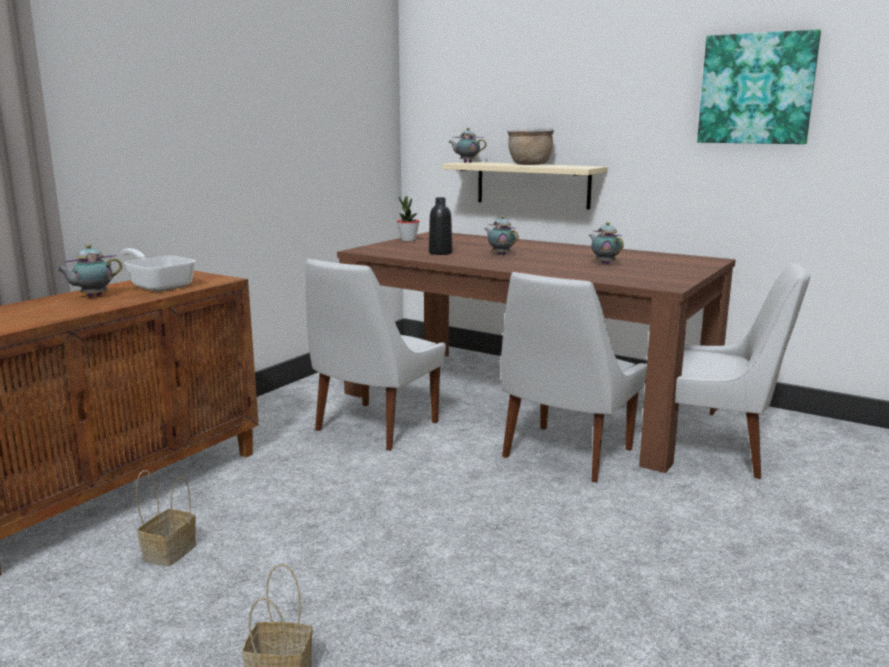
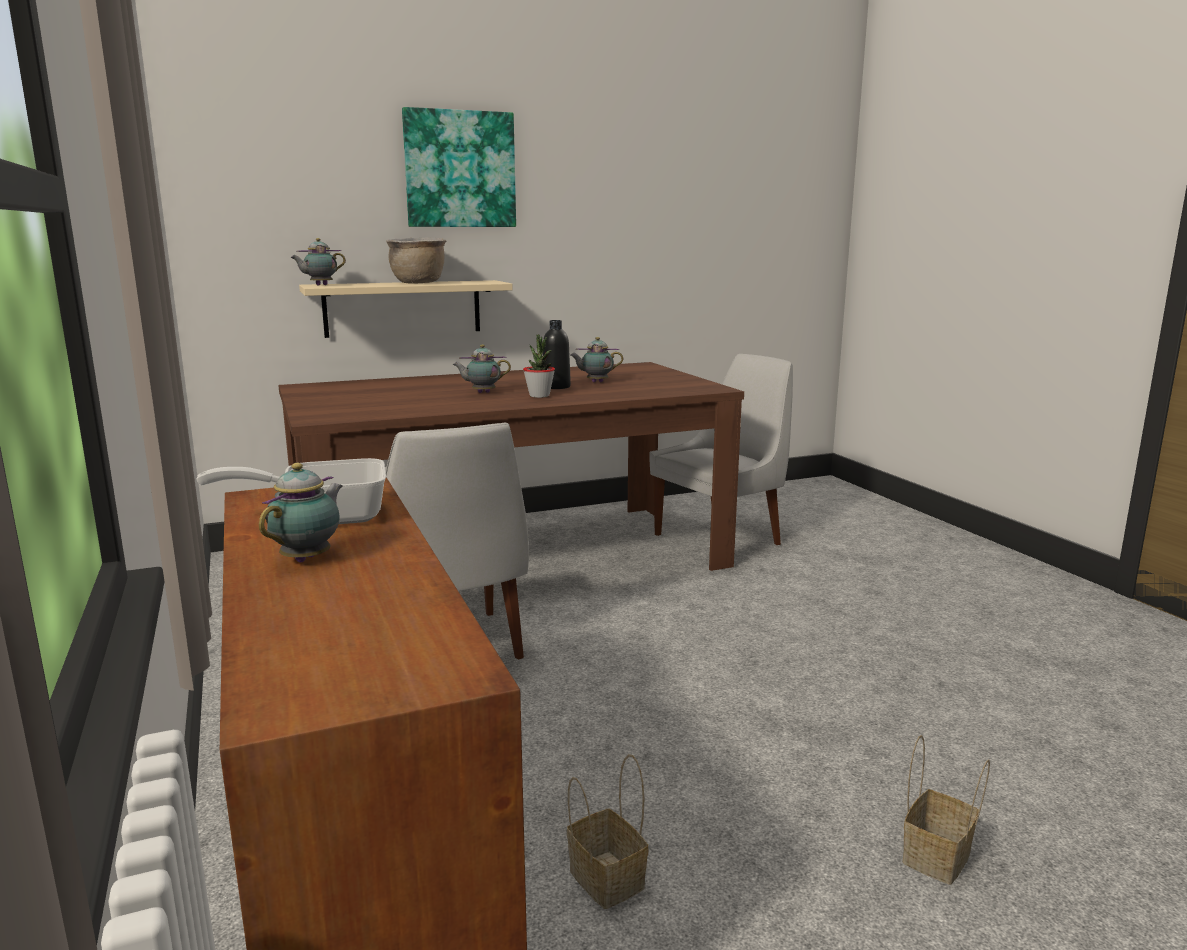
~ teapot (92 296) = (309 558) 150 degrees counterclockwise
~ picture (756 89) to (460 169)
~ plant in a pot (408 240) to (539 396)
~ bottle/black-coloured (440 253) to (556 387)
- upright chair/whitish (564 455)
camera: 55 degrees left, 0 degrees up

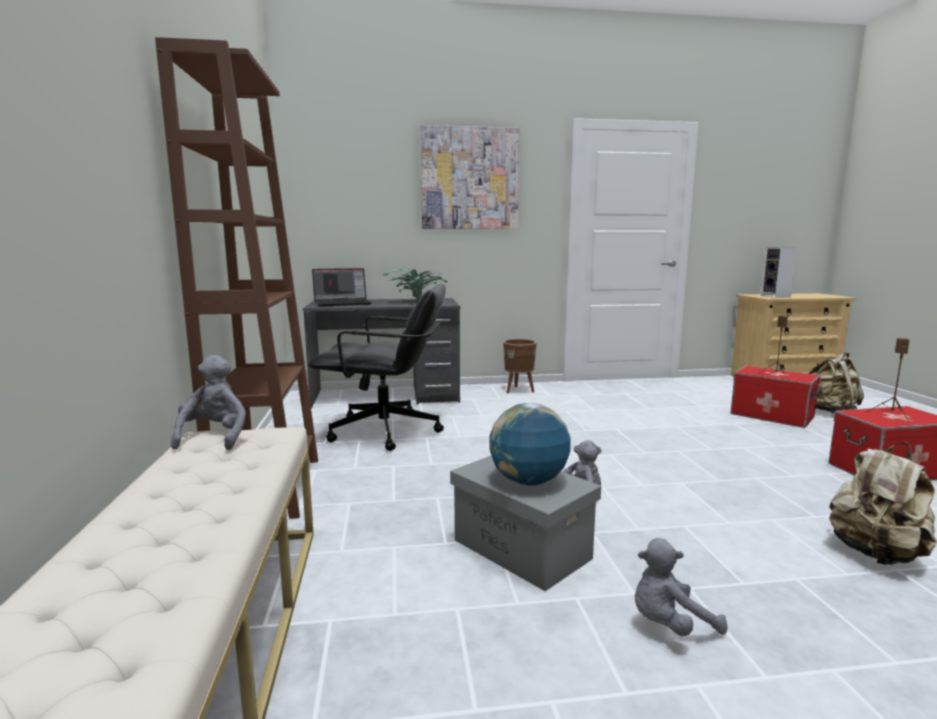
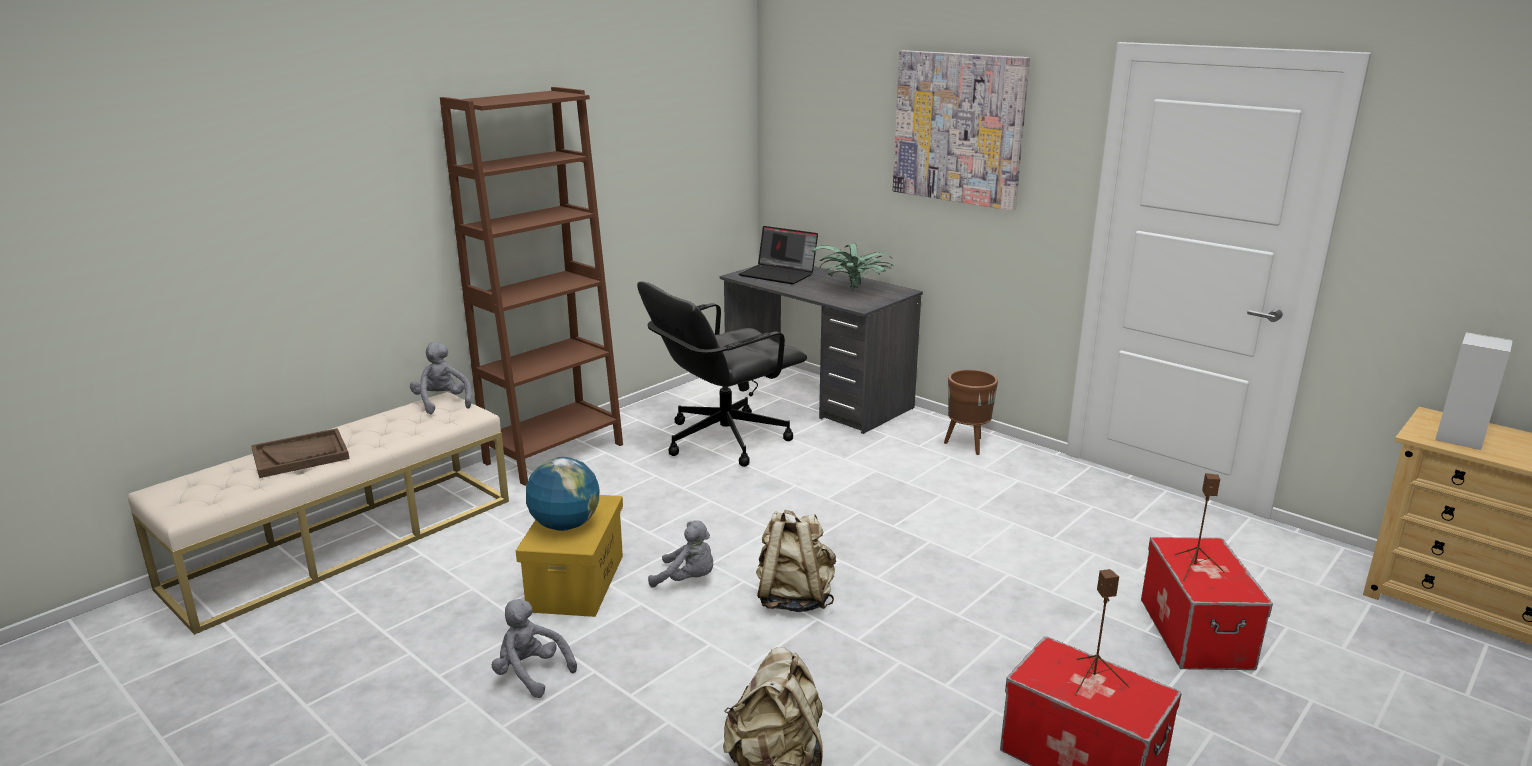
+ tray/brownish (301 455)
~ plush toy/gray (214 437) = (442 403) 75 degrees counterclockwise
~ storage bin/gray (520 548) to storage bin/yellow-coloured (576 582)
~ office chair/black-coloured (386 432) = (723 439) 90 degrees clockwise
~ backpack/beige (830 412) to (794 599)
camera: 50 degrees right, 10 degrees up

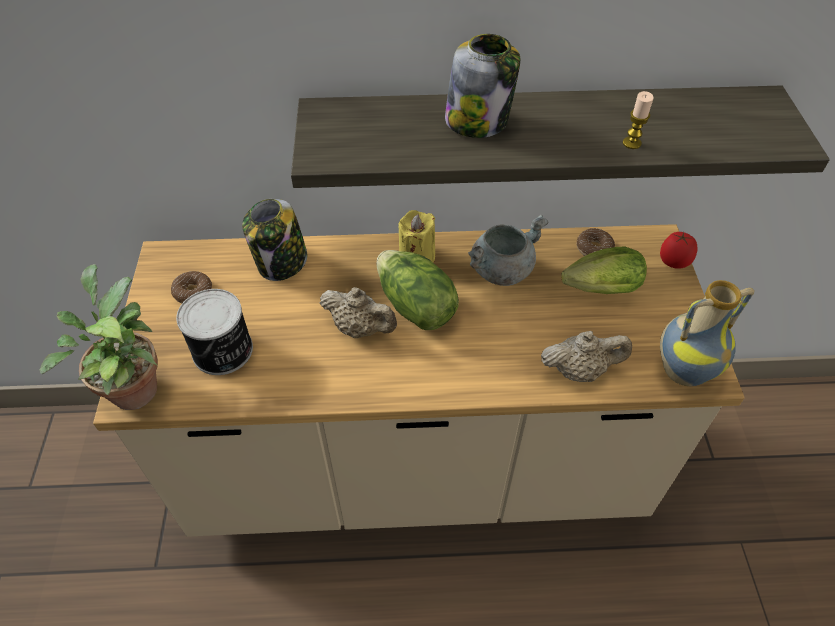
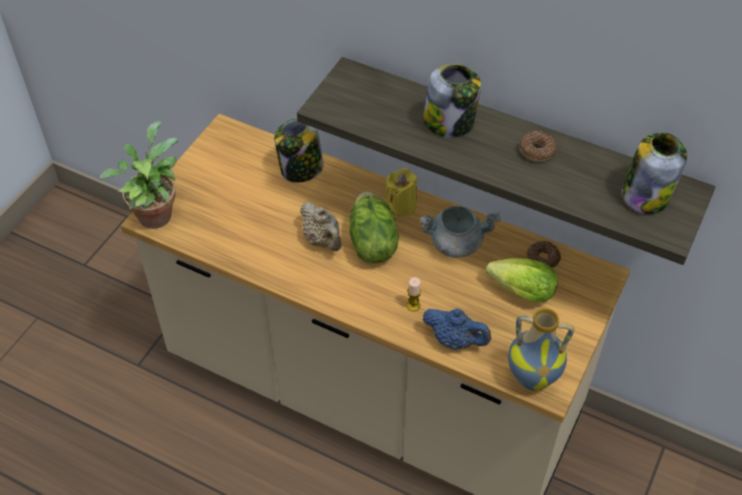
~ wax light (631 143) to (413 305)
~ teapot/beige (580 370) to teapot/bluish (455 340)
~ ring doughnut (193 292) to (537 151)
+ storage jar (645 195)
- can (223 351)
- tomato (673 263)
camera: 30 degrees right, 0 degrees up

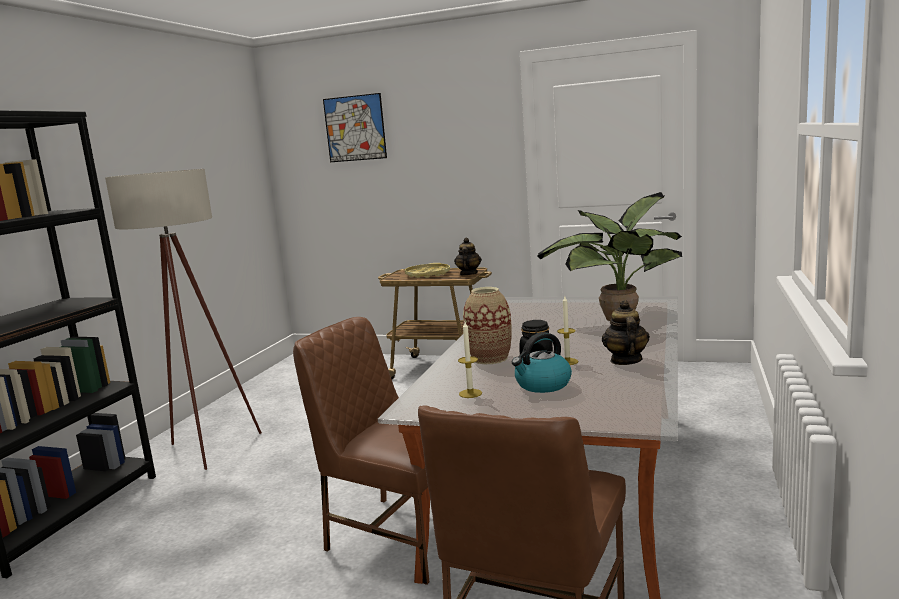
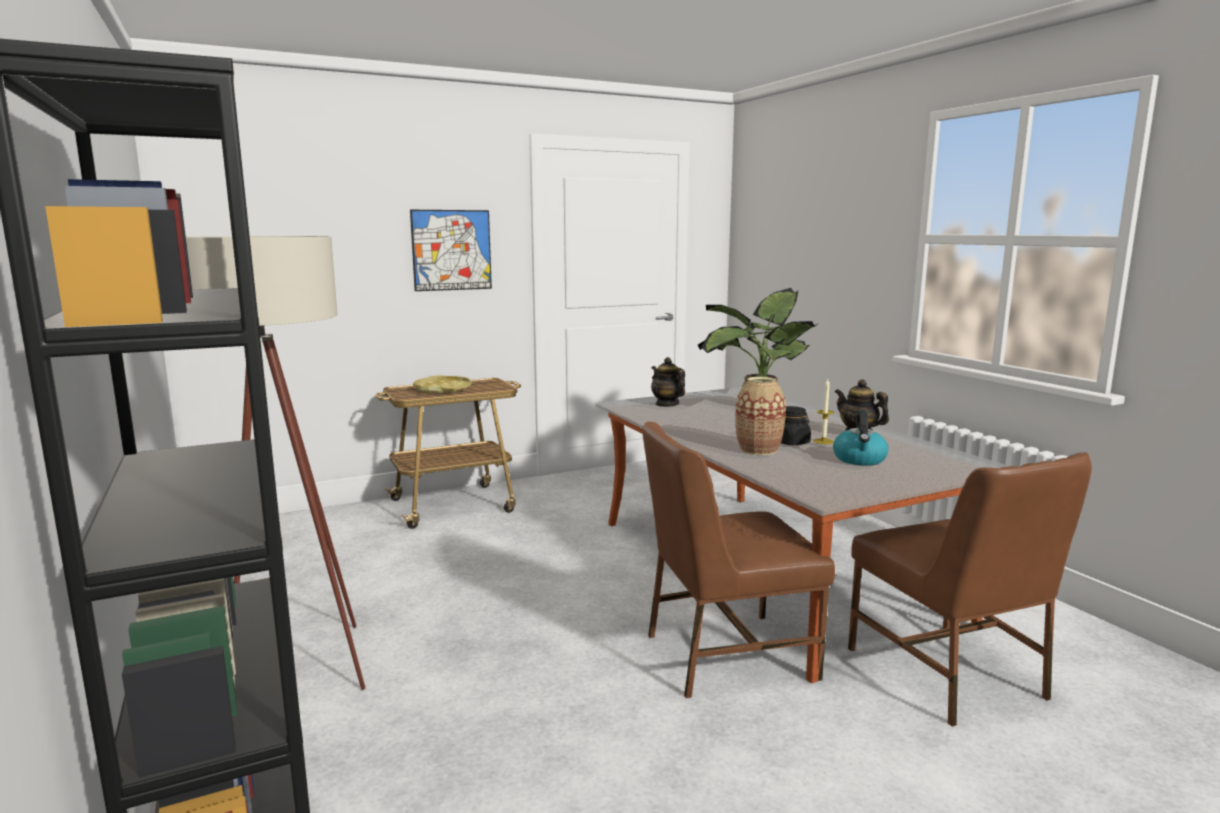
~ picture (355 128) to (451 250)
~ teapot (468 274) to (667 404)
- wax light (470 393)
camera: 45 degrees left, 0 degrees up

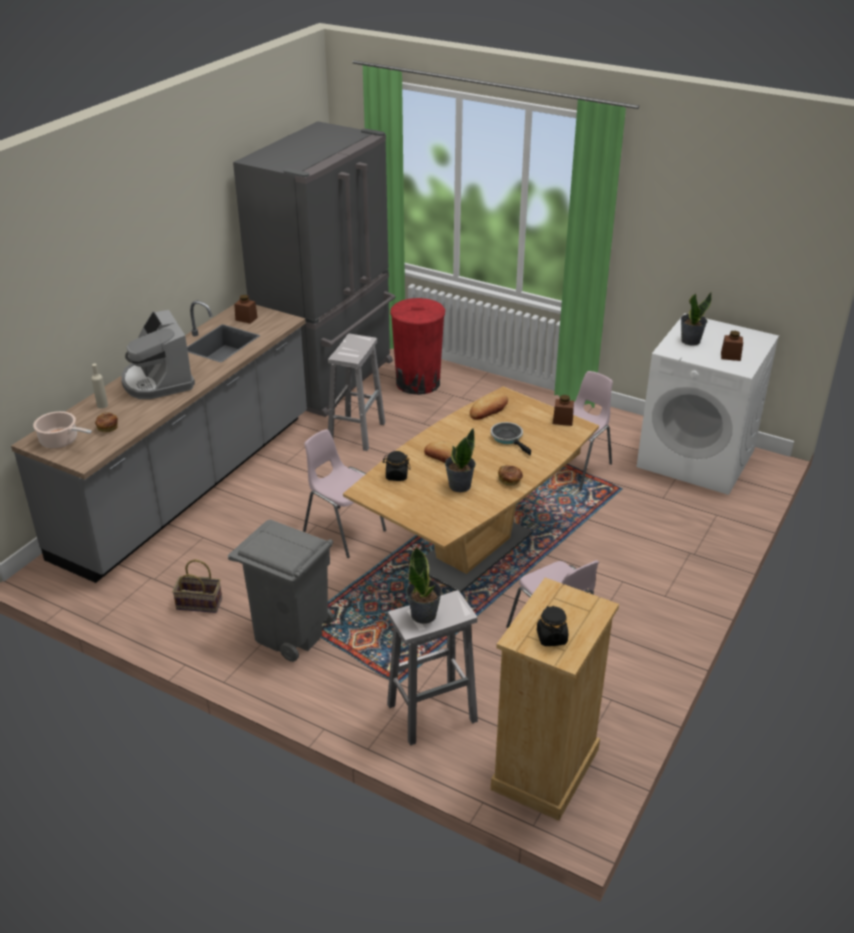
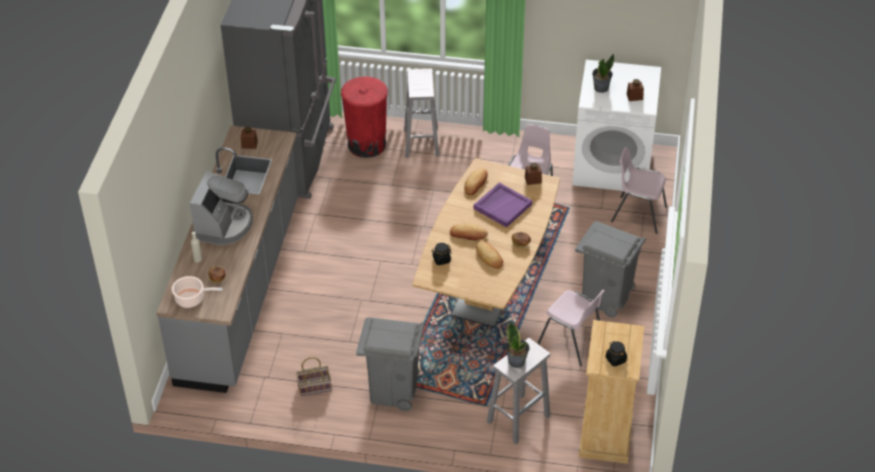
~ coffee brewer (158 381) = (223 225) 120 degrees counterclockwise
~ sitting stool/whitish (357 432) to (421 142)
~ pan (508 438) to tray/purplish (502 206)
~ plant in a pot (459 485) to bakery bread (489 256)
+ waste bin/gray (605 297)
~ upright chair/pink-coloured (343 531) to (638 214)
camera: 20 degrees left, 10 degrees up

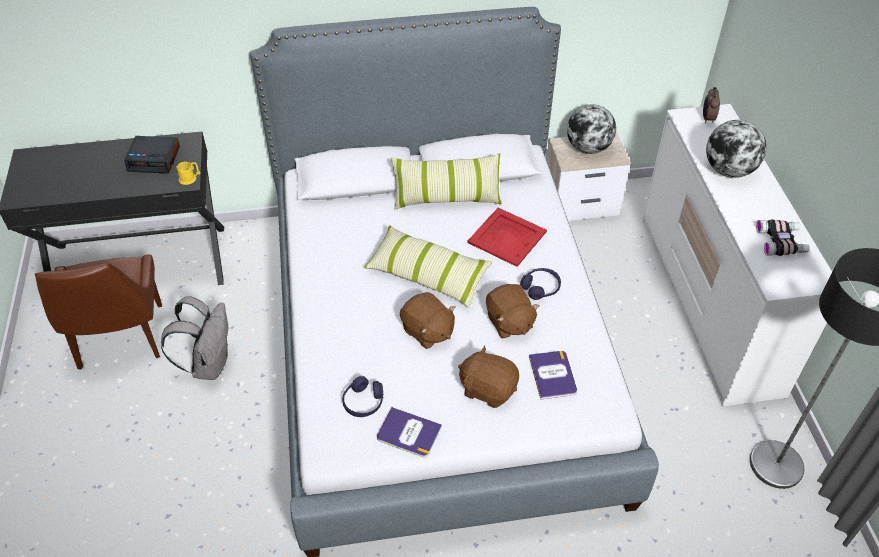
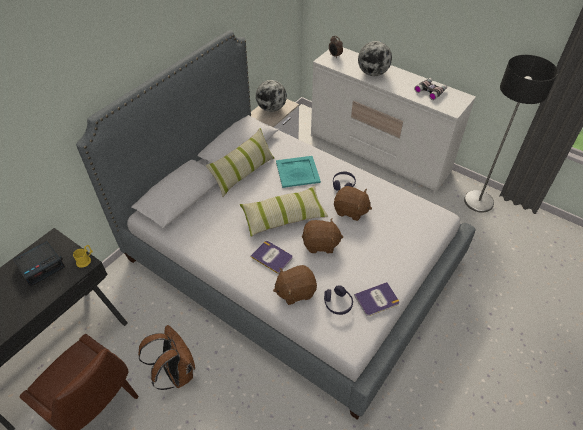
~ backpack/gray (209 364) to backpack/brownish (176 373)
~ bound book (552 375) to (272 257)
~ plush toy/brownish (488 388) to (295 291)
~ tray/red (507 237) to tray/turquoise-coloured (298 172)
camera: 45 degrees left, 0 degrees up

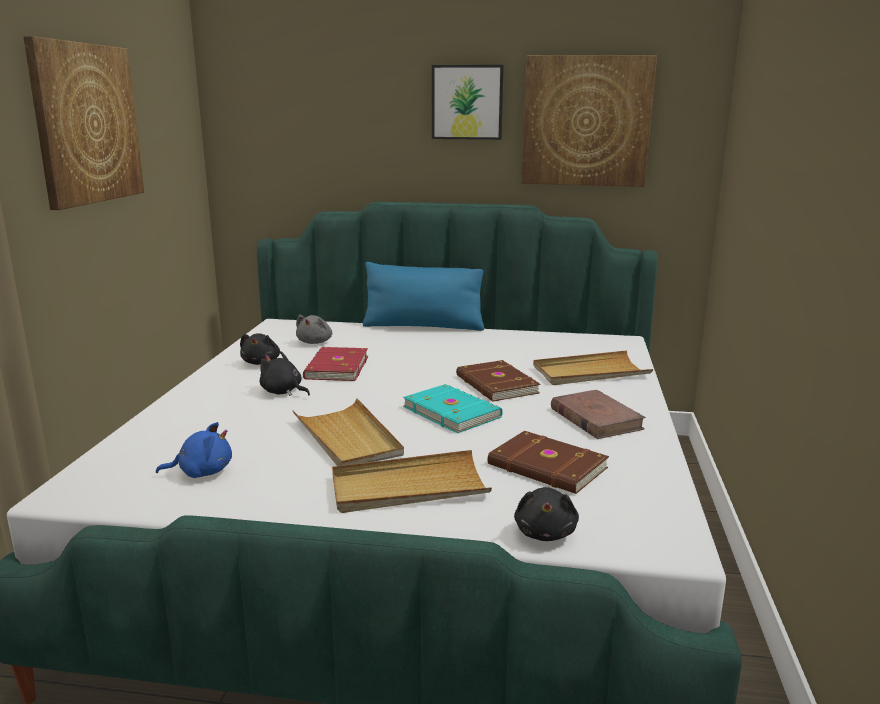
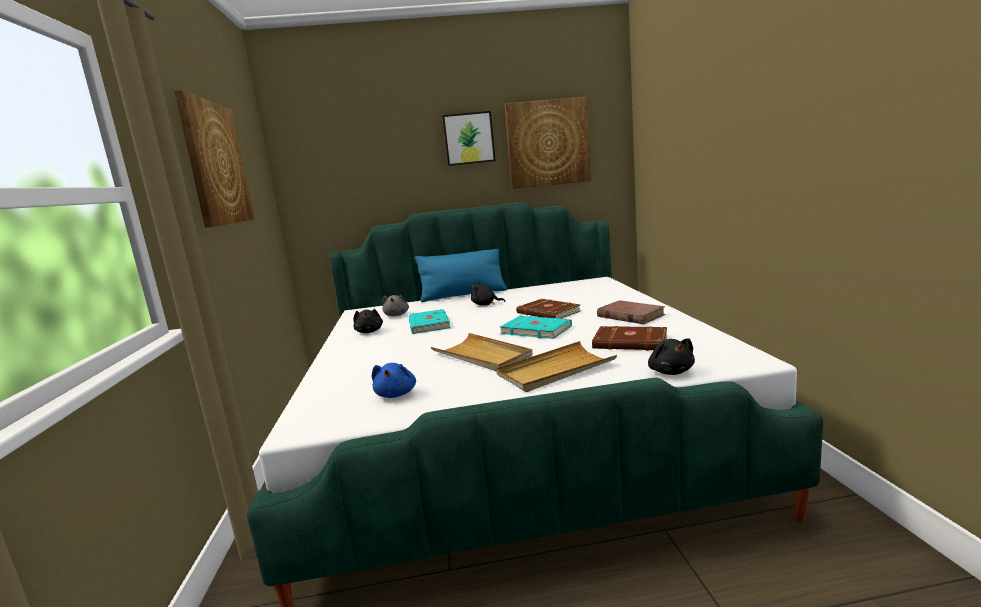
~ plush toy/bluish (202 472) = (396 394) 120 degrees clockwise
~ bound book/red (335 368) to bound book/turquoise-coloured (428 324)
~ plush toy/black-coloured (283 392) to (485 305)
- tray/beige (590 372)
camera: 15 degrees left, 5 degrees down

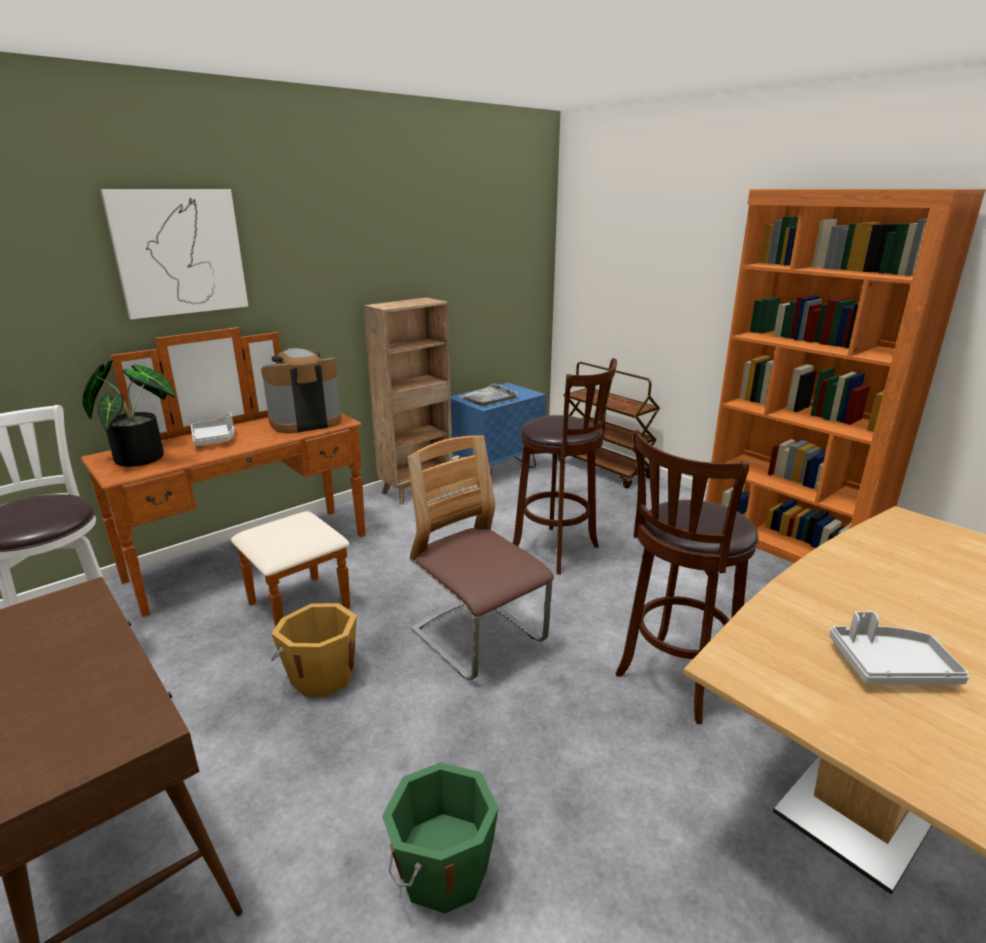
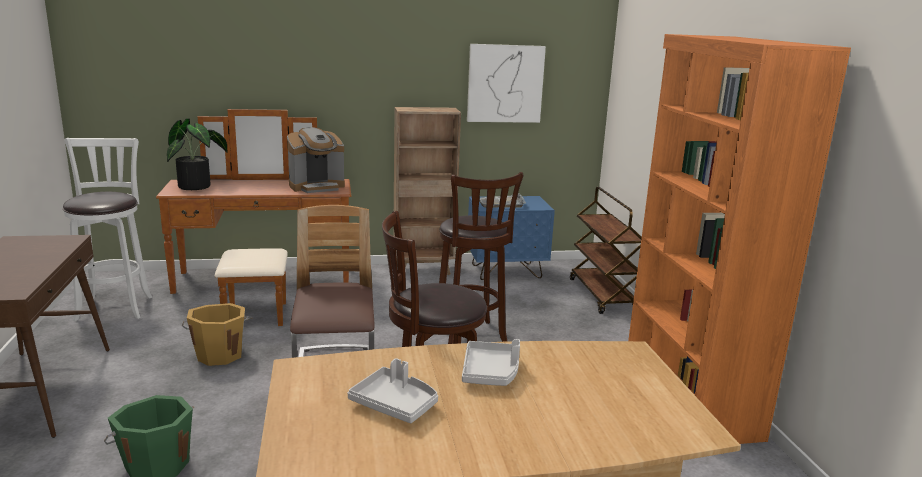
~ coffee brewer (305 421) = (317 187) 150 degrees clockwise
~ tray/gray (214 439) to (491 372)
~ picture (179 252) to (505 83)
camera: 30 degrees right, 5 degrees down

